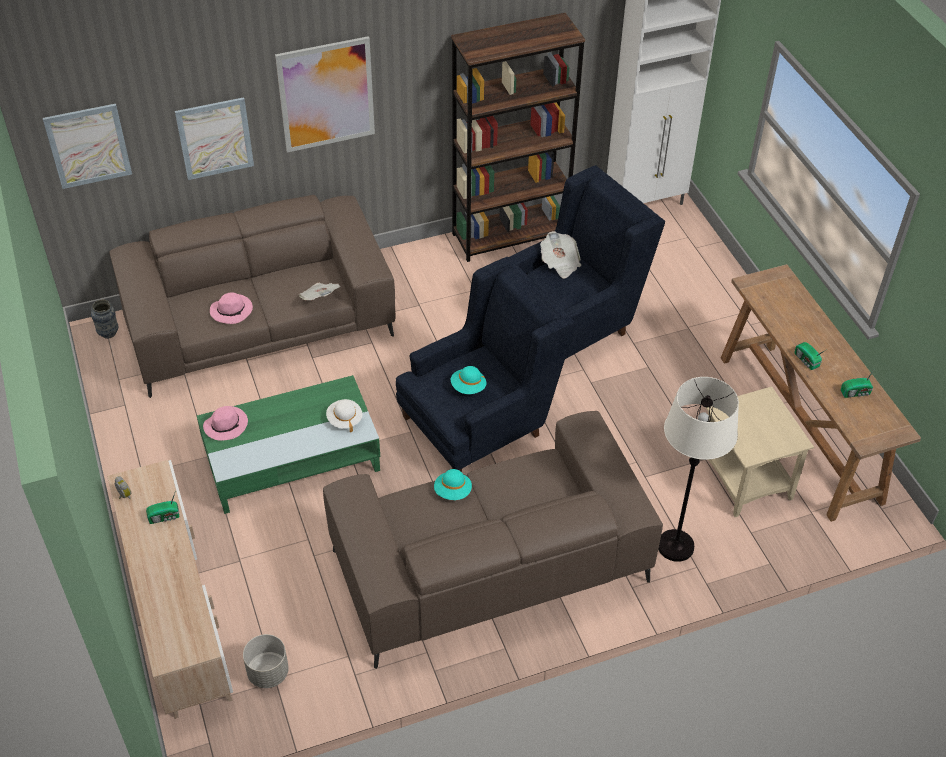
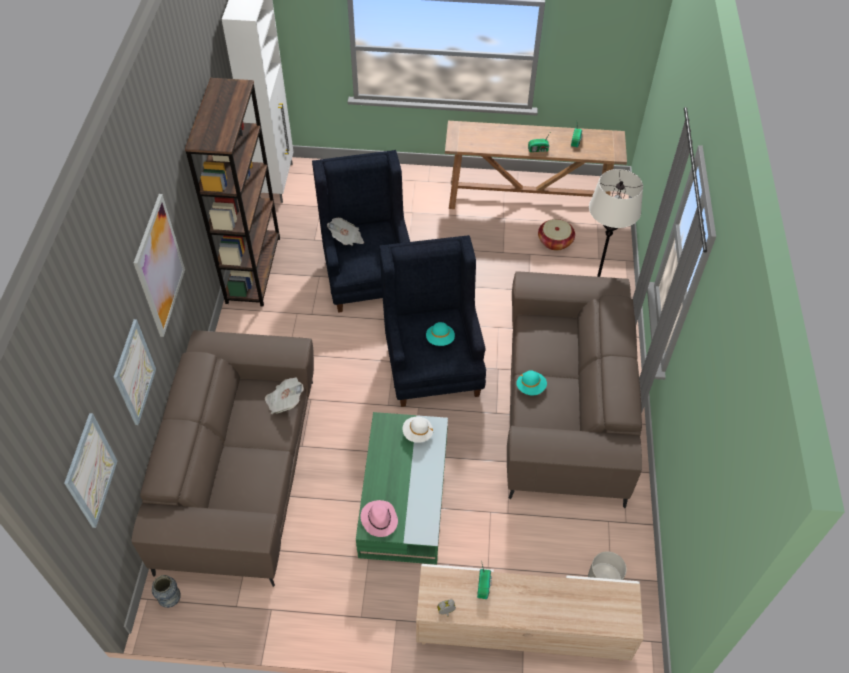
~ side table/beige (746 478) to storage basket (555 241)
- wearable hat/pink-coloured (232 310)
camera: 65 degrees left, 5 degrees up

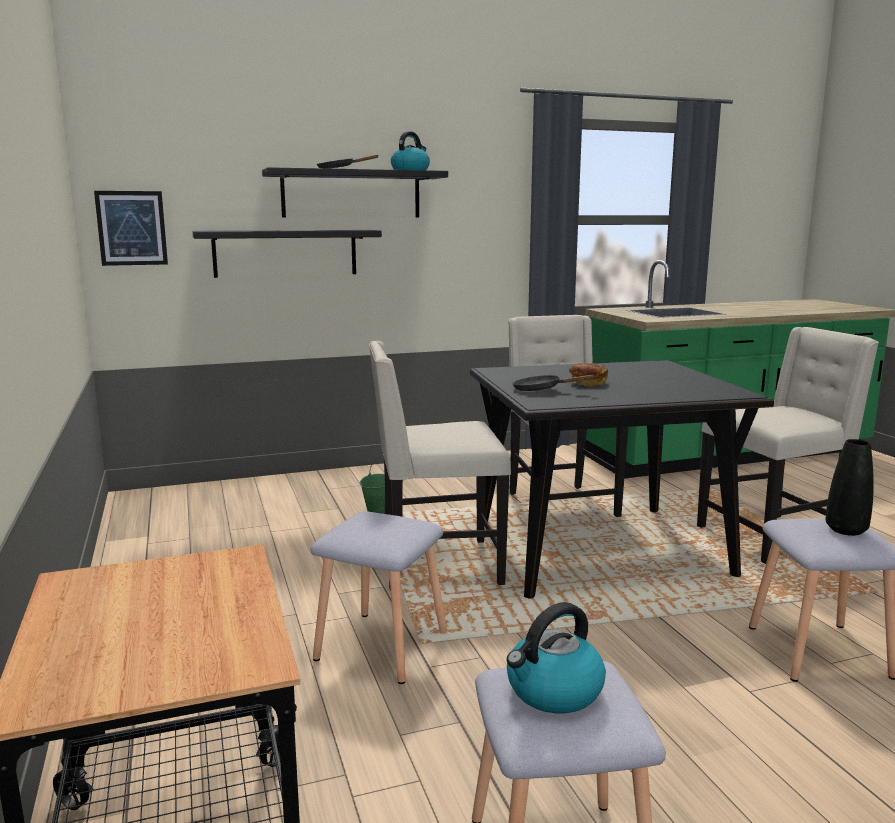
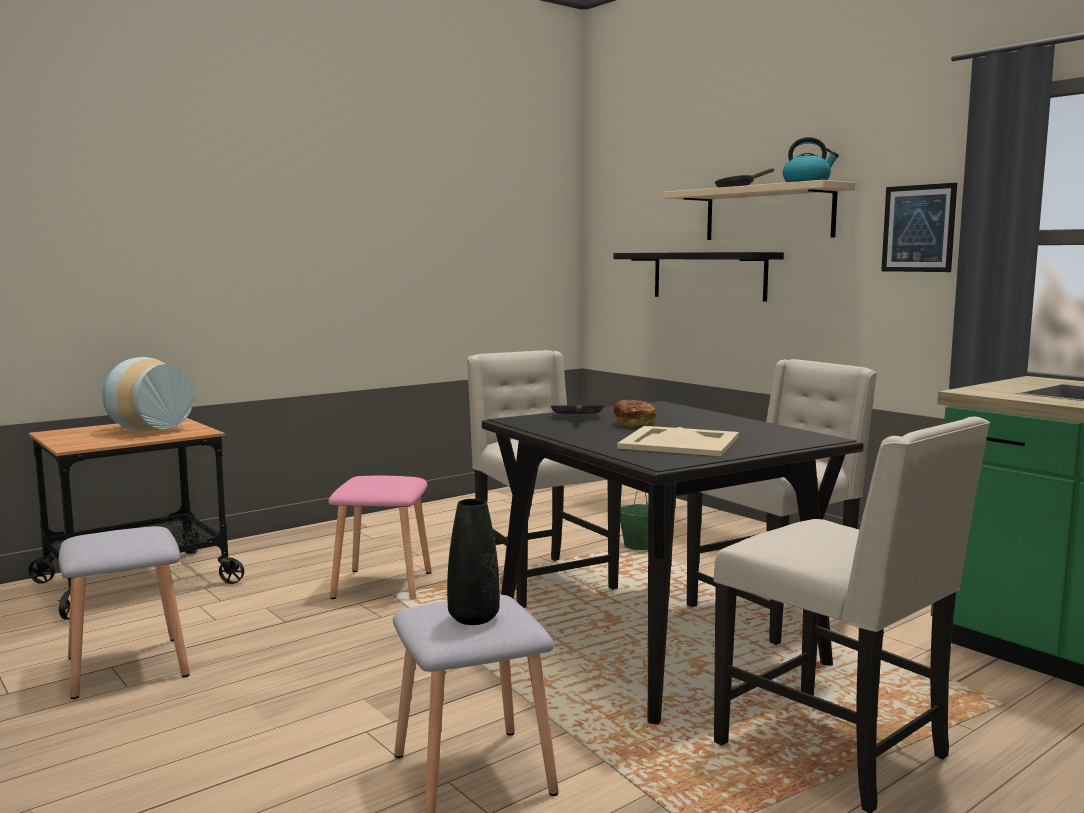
+ decorative vase (146 429)
~ sitting stool/gray (381 647) to sitting stool/pink-coloured (380 585)
+ tray/beige (680 442)
~ shelf/black-coloured (351 194) to shelf/beige (768 213)
~ picture (131 228) to (918 228)
- water kettle (553 691)
camera: 70 degrees right, 5 degrees down

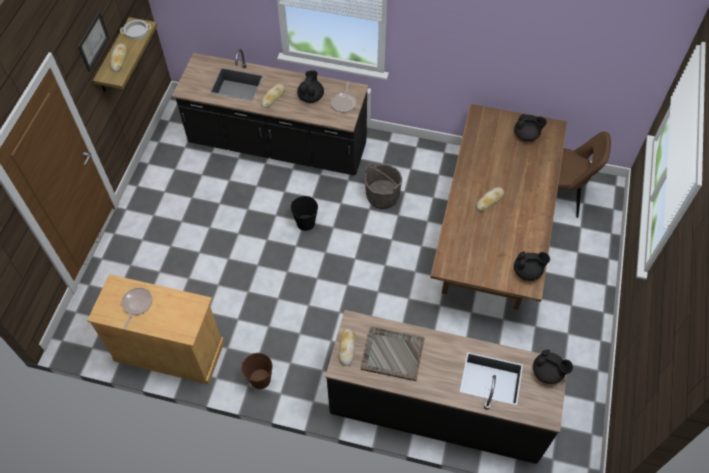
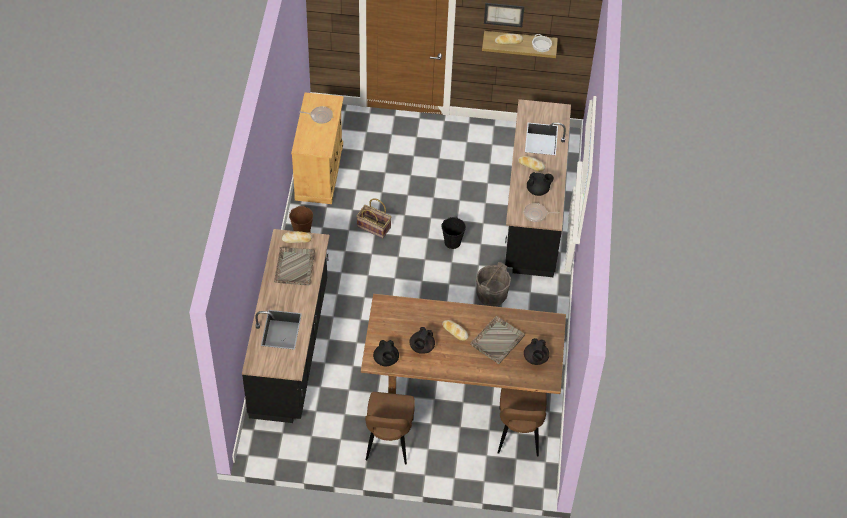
+ storage basket (374 227)
+ upright chair/brownish (388 442)
~ teapot/black-coloured (548 372) to (421 347)
+ tray/gray (497 340)
camera: 80 degrees right, 5 degrees down

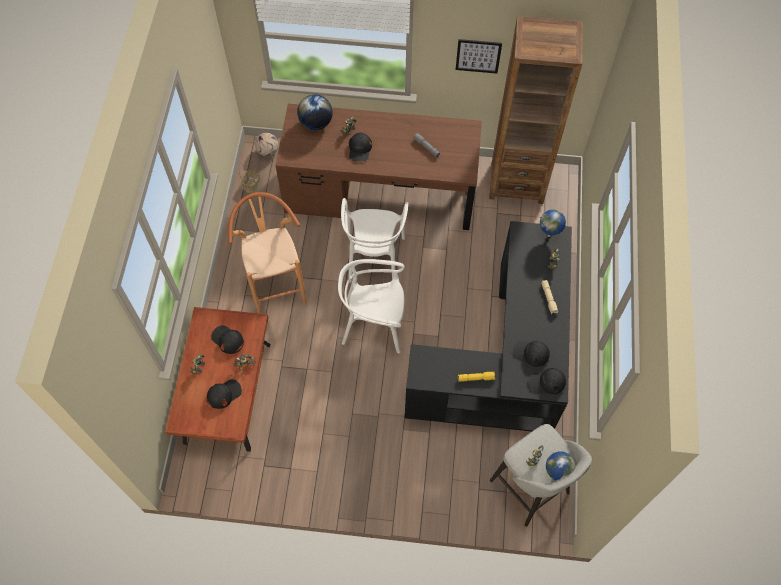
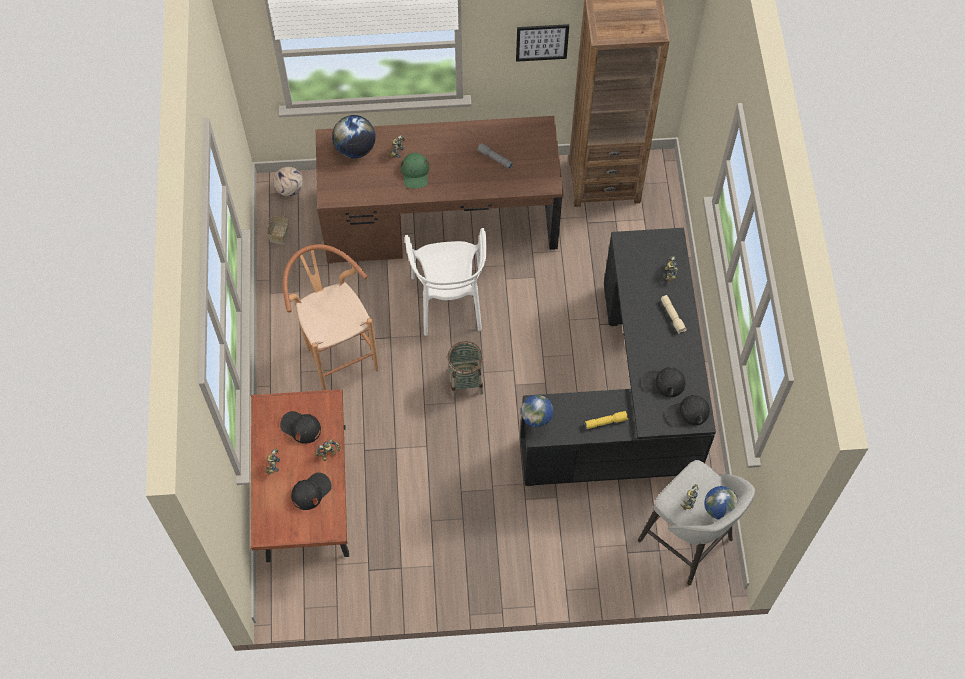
~ baseball cap/black-coloured (360 149) to baseball cap/greenish (415 173)
~ upright chair/whitish (374 324) to storage basket (465 381)
~ world globe (549 235) to (536 423)
camera: 10 degrees left, 0 degrees up

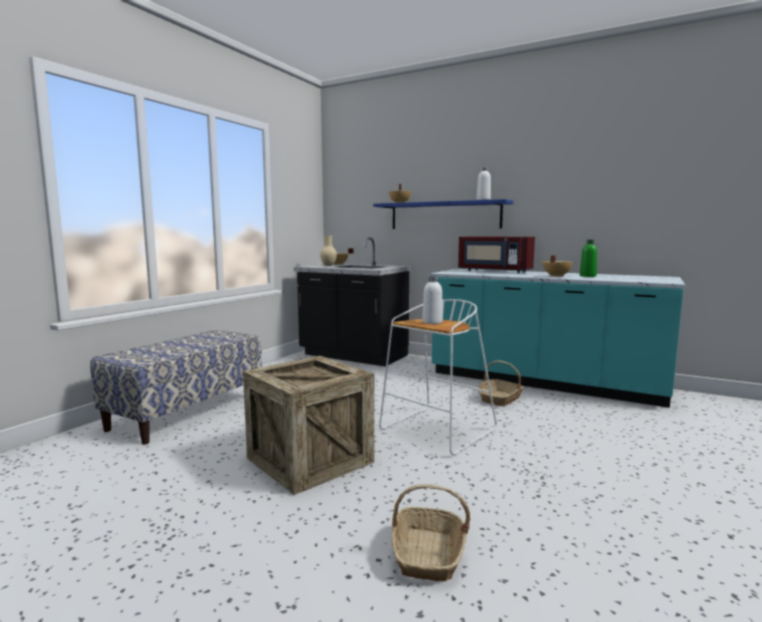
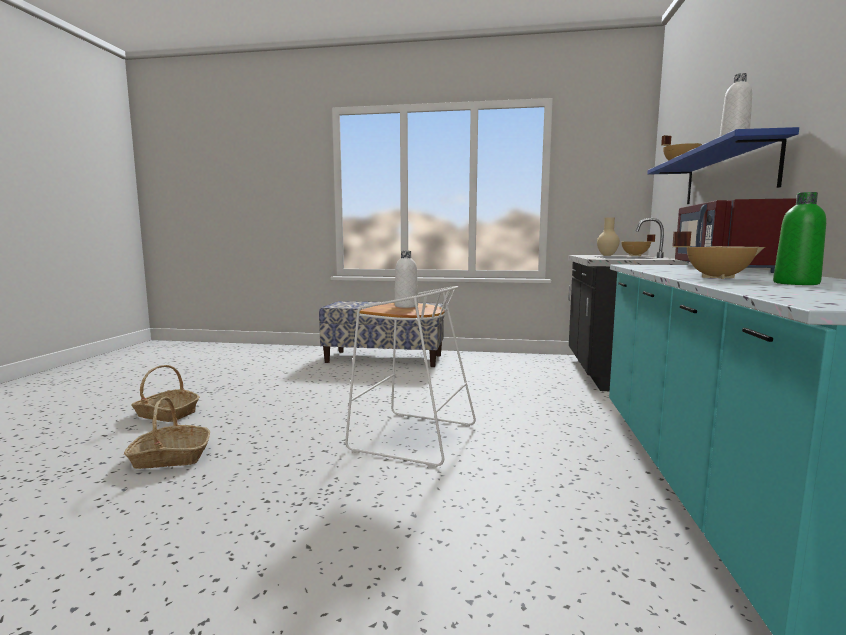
~ storage basket (500 399) to (166 414)
- crate (310 460)
camera: 70 degrees right, 0 degrees up

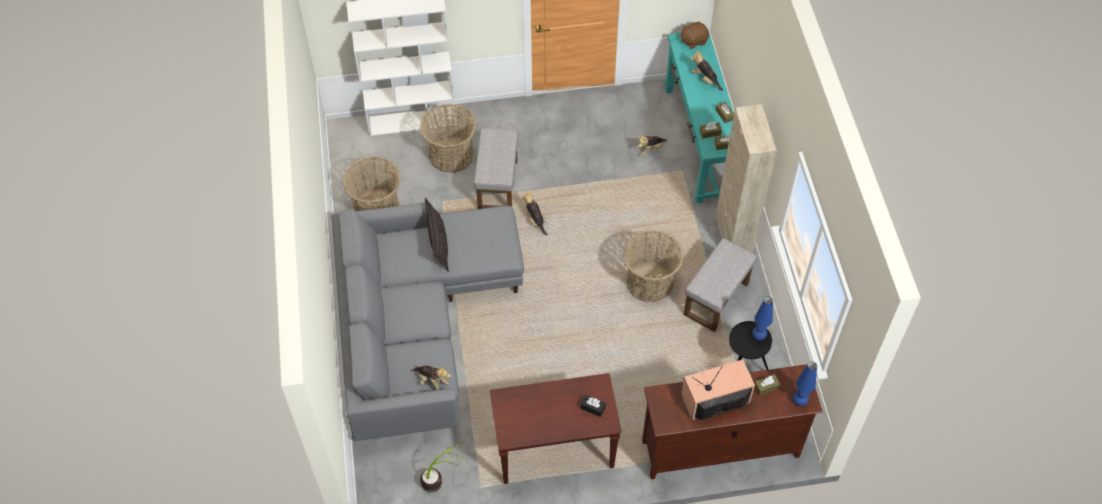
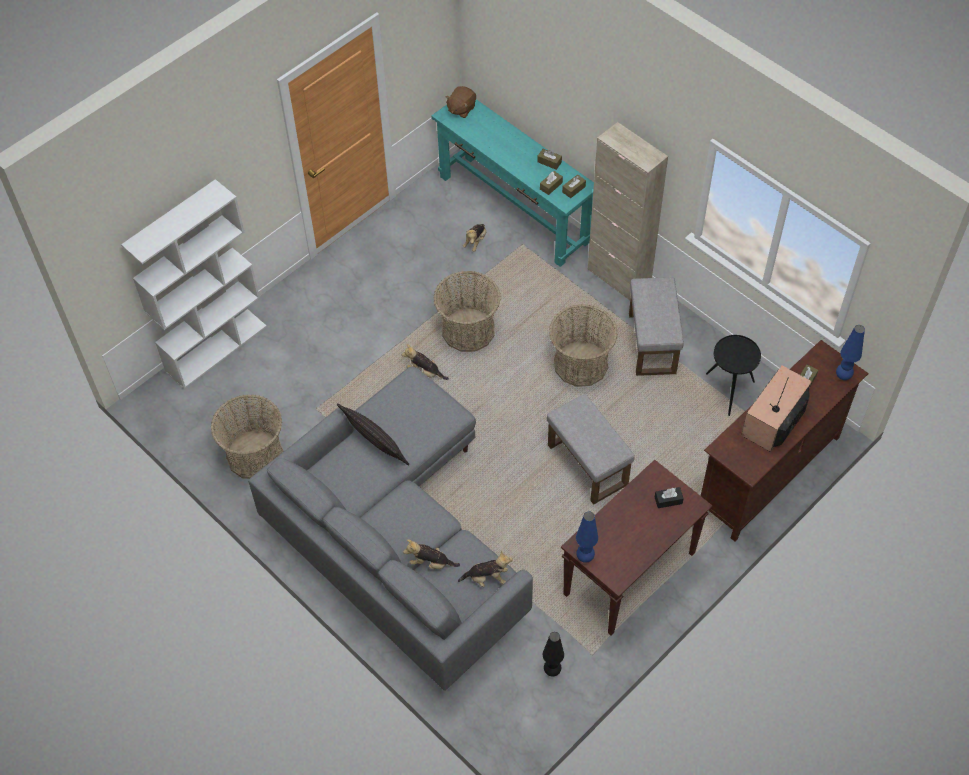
~ plush toy (705 79) to (431 563)
~ storage basket (451 154) to (468 330)
~ plant in a pot (444 479) to lamp for a table/black-coloured (552 671)
~ ottoman/gray (497 184) to (586 464)
~ lamp for a table/bluish (758 336) to (585 557)
camera: 35 degrees left, 0 degrees up

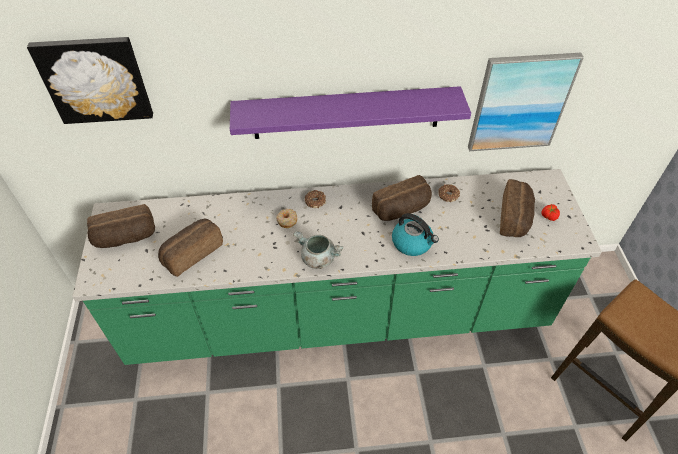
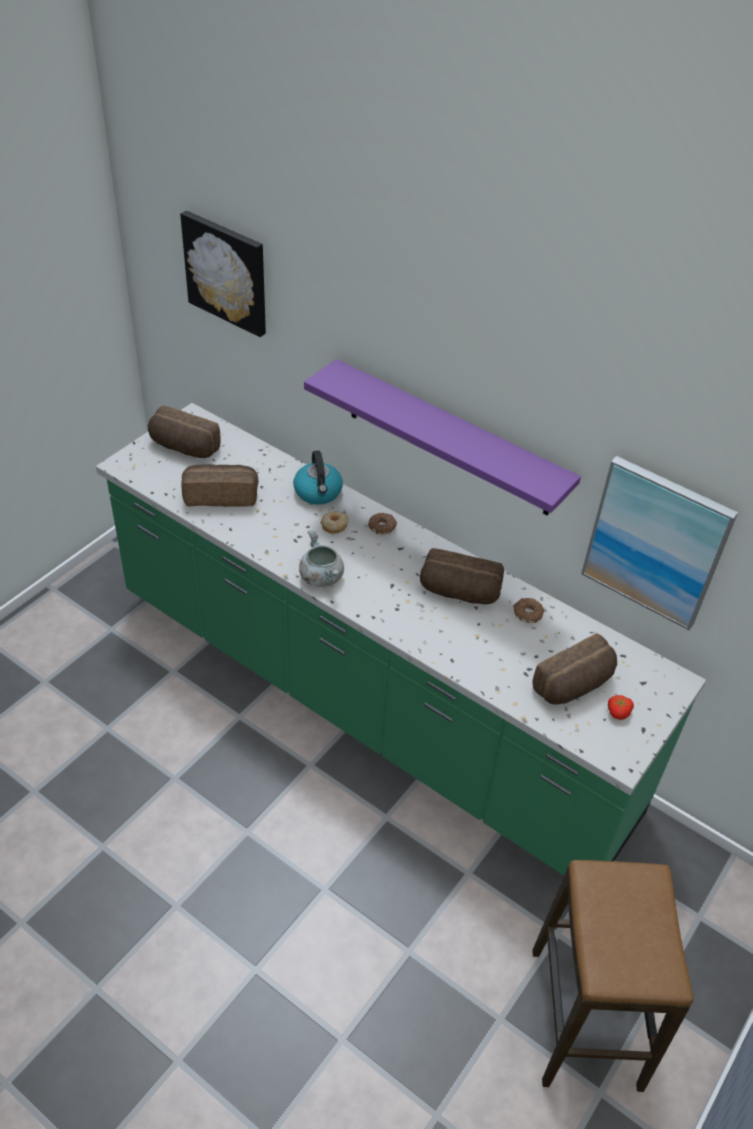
~ water kettle (412 243) to (318 492)
camera: 40 degrees right, 5 degrees down

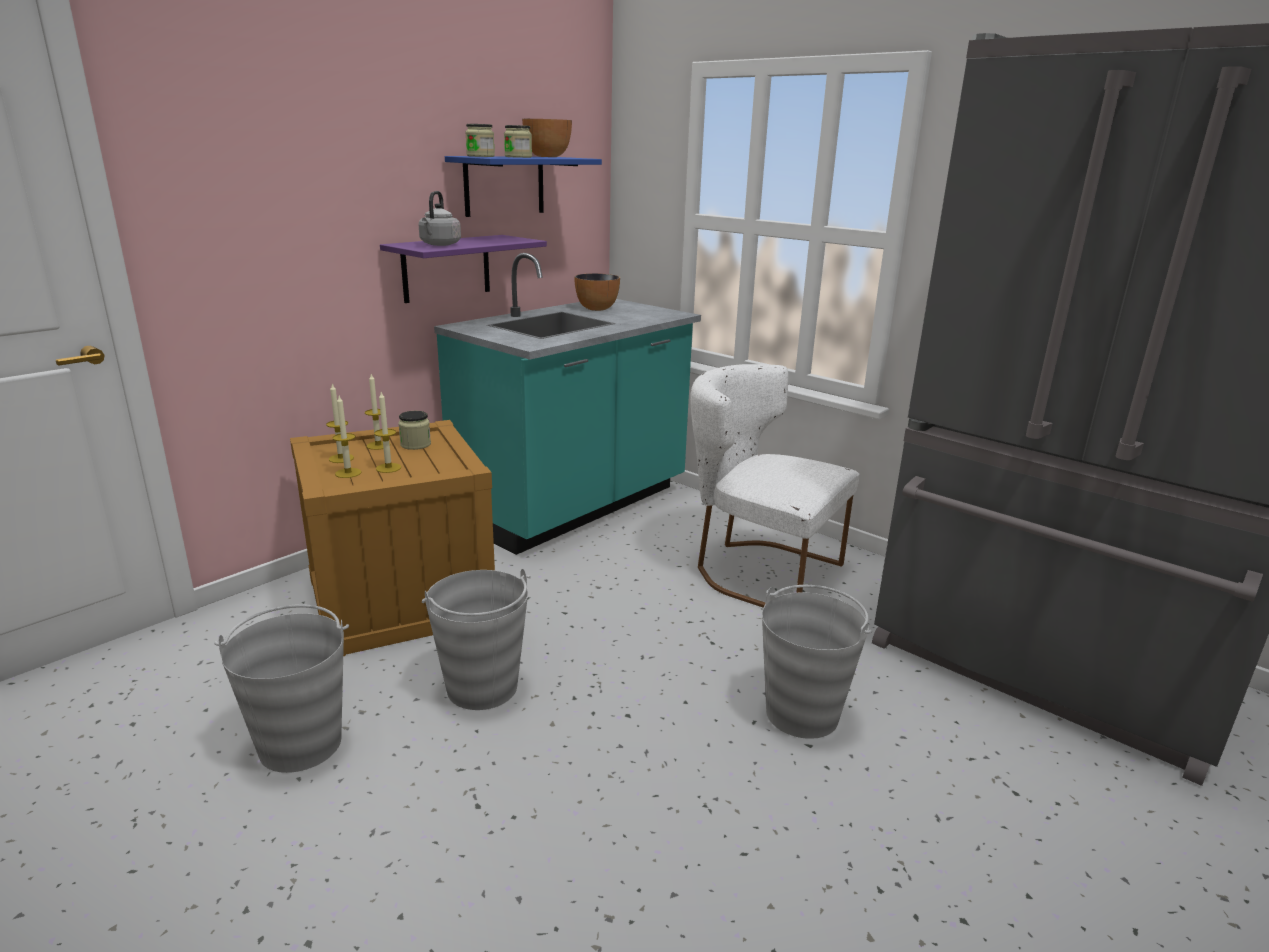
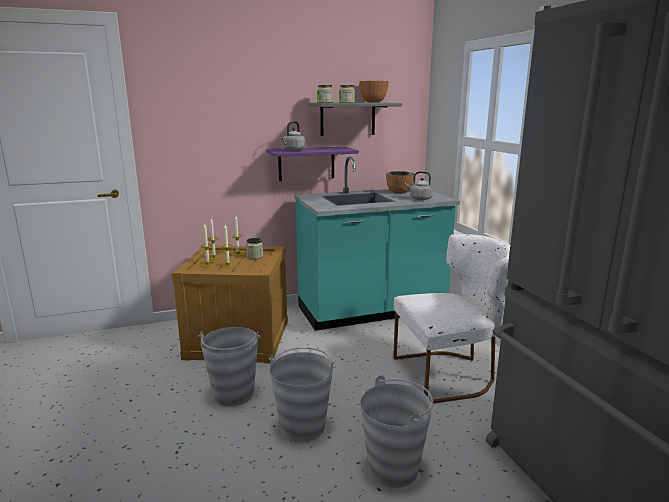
~ water bucket/gray (301 743) to (303 427)
~ shelf/bluish (504 185) to shelf/gray (347 119)
~ upright chair/whitish (758 571) = (450 374) 105 degrees clockwise
+ water kettle/gray (419 199)
camera: 30 degrees right, 5 degrees down

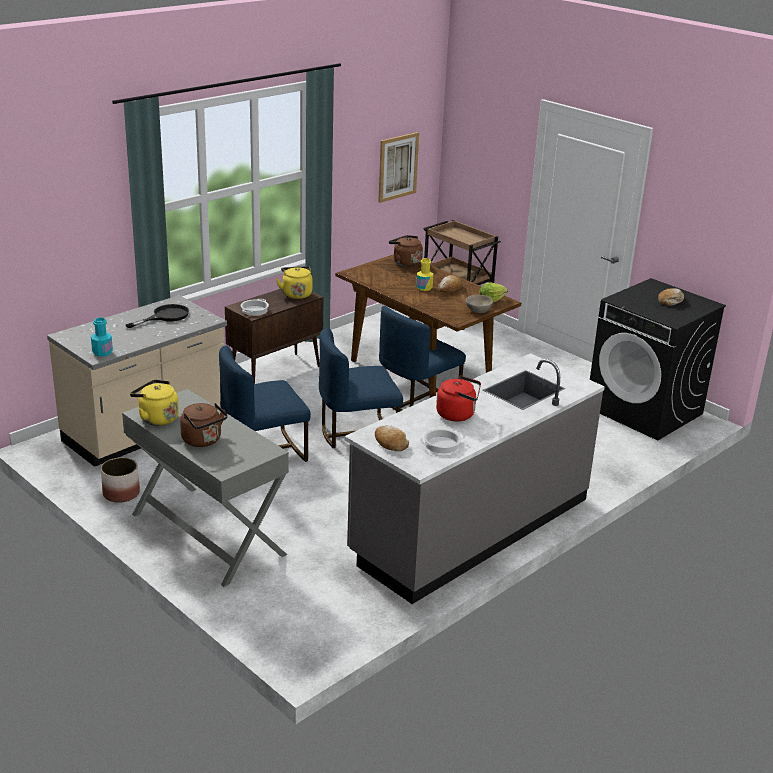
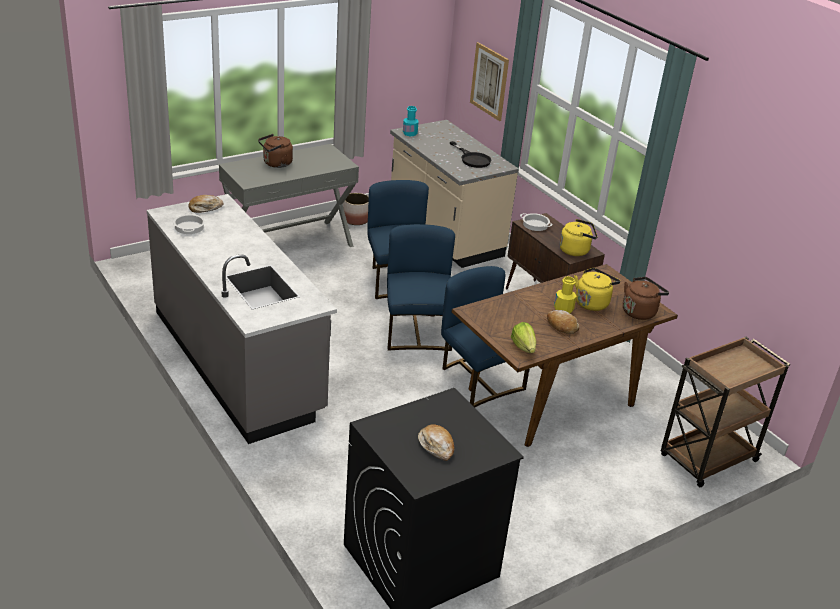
~ picture (398 167) to (489 81)
~ water kettle/yellow-coloured (156 418) to (592 302)
- water kettle/red (458 414)
- deep dish/beige (478 311)
camera: 100 degrees right, 5 degrees up

